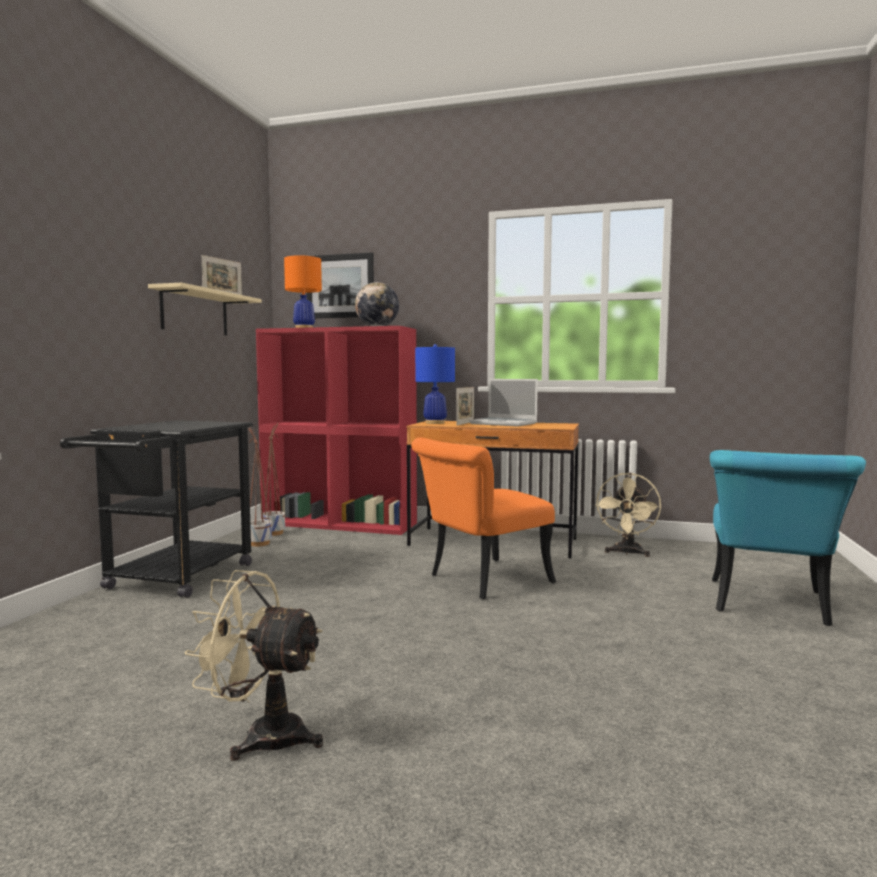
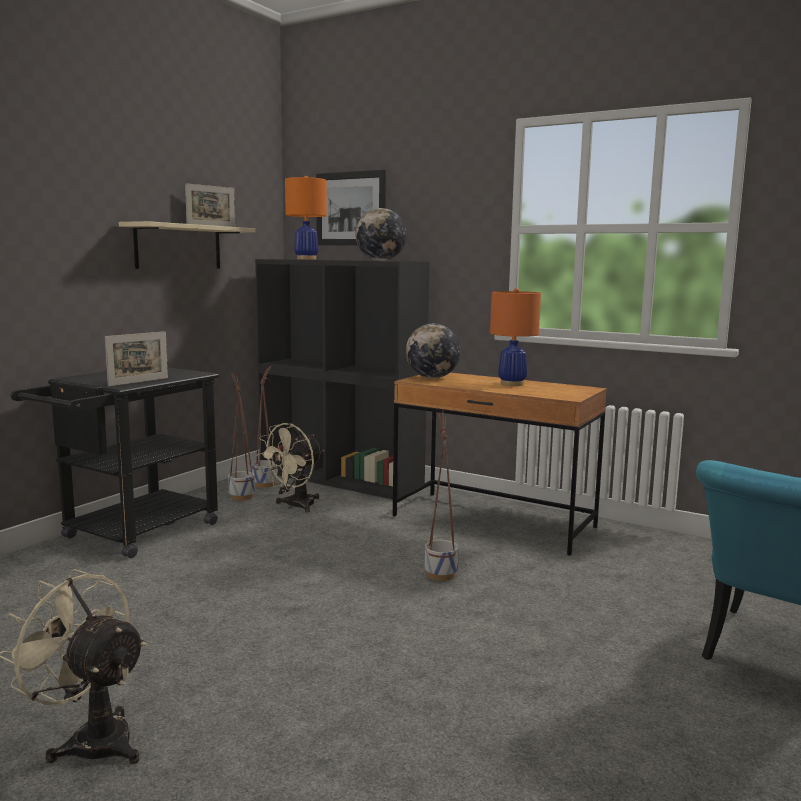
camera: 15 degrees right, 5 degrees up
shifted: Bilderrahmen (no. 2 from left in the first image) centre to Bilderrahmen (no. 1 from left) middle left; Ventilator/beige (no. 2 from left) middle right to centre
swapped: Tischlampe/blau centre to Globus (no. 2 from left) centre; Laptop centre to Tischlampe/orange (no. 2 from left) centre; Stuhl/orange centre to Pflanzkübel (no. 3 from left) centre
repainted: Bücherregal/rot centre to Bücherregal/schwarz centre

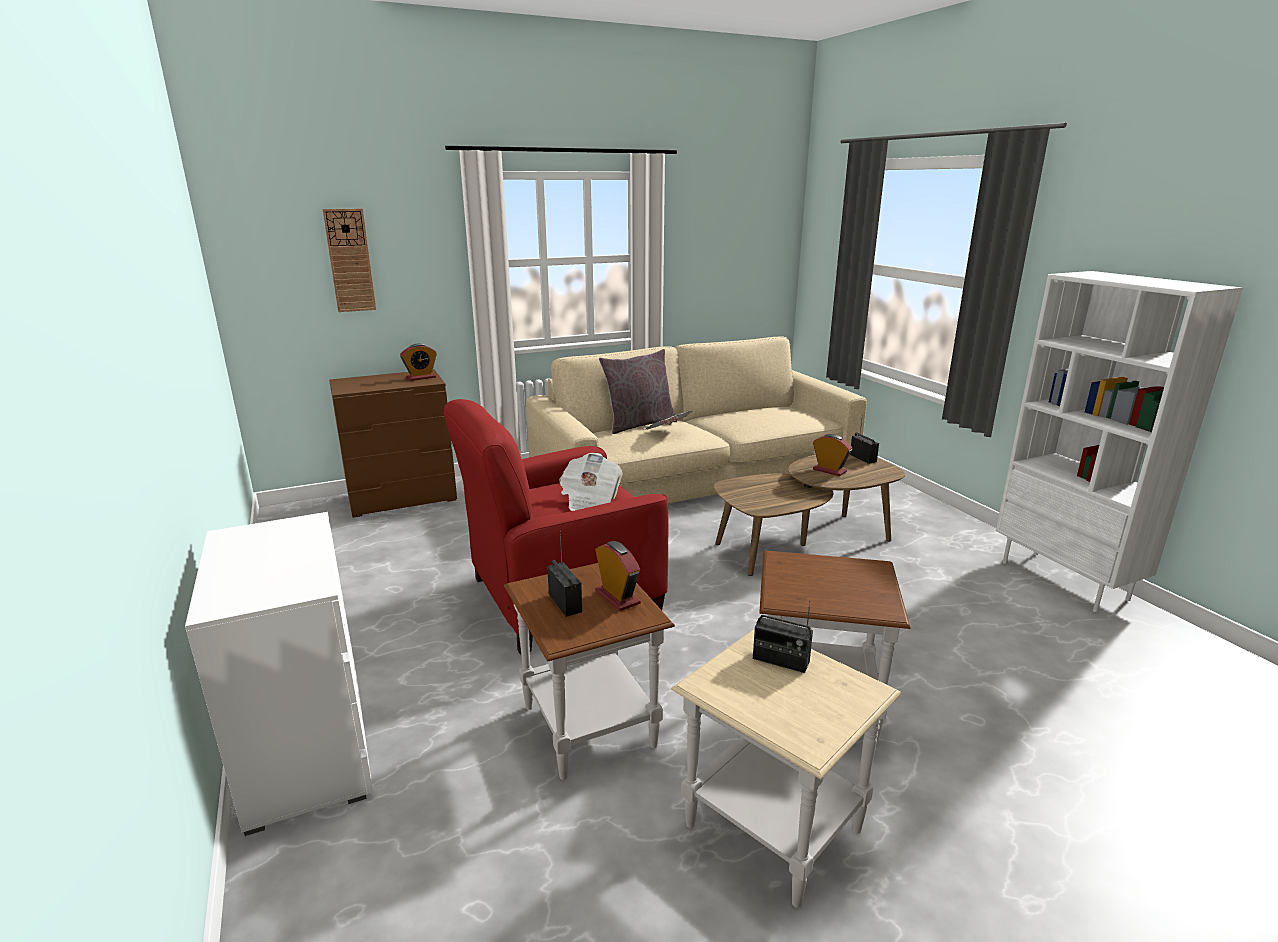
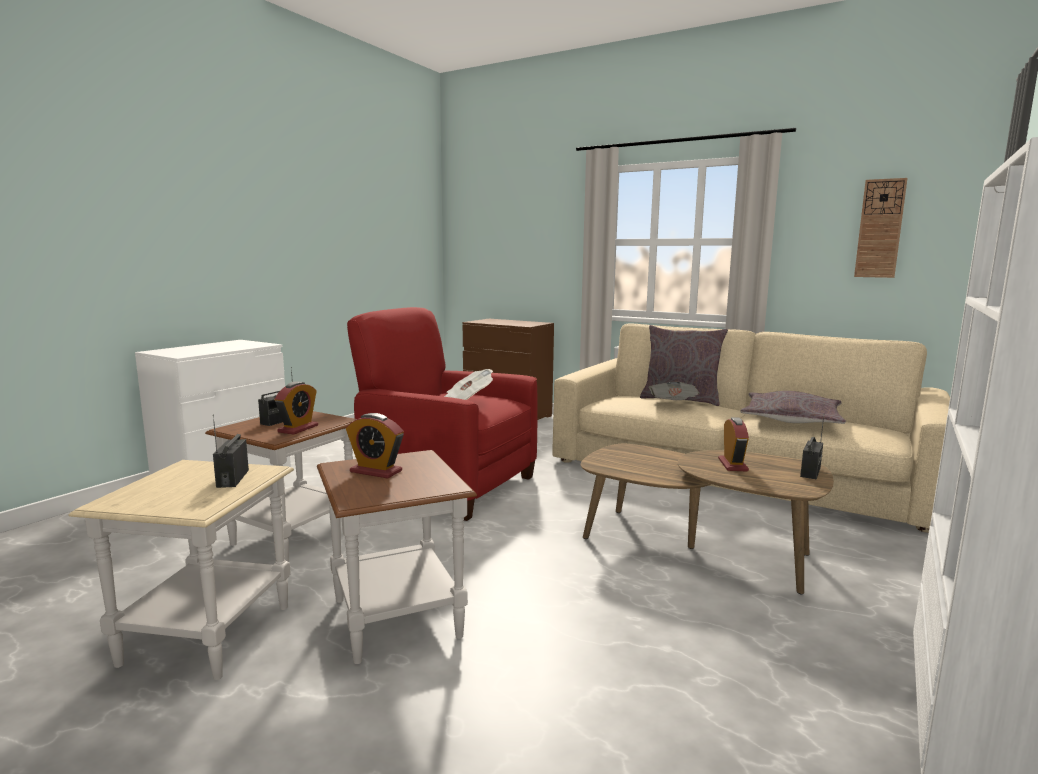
camera: 55 degrees right, 10 degrees down
new: Kissen/grau (no. 2 from left) middle right
shifted: Wanduhr top left to top right; Wecker (no. 1 from left in the first image) middle left to Wecker (no. 2 from left) centre

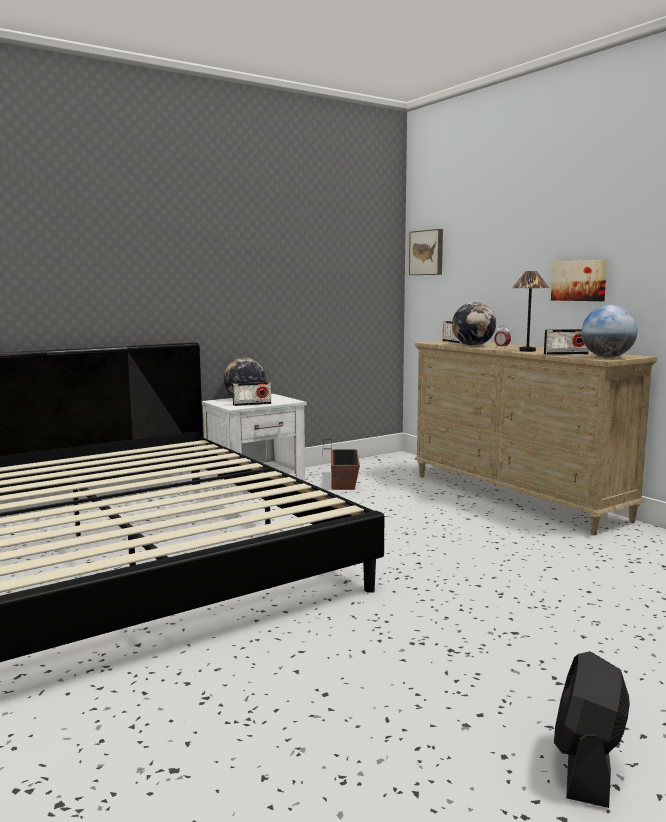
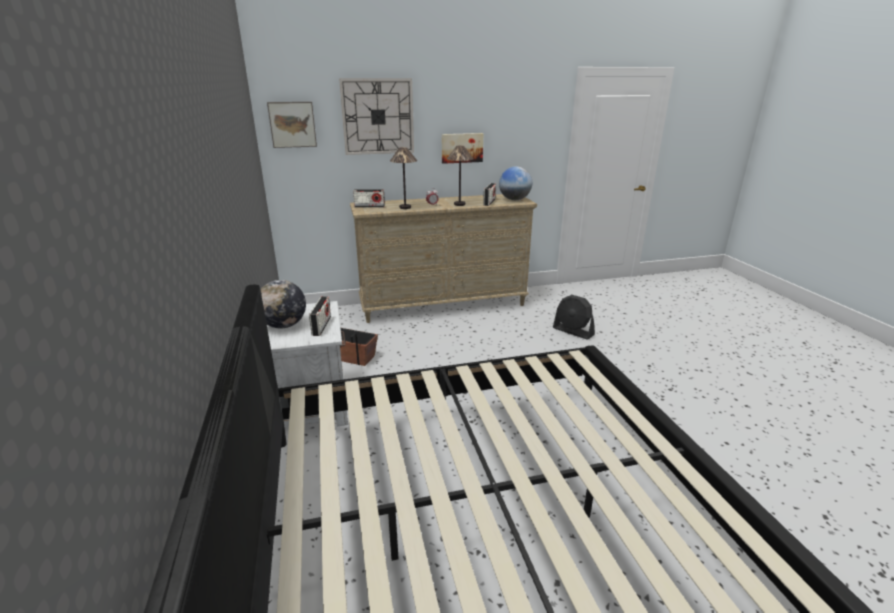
camera: 70 degrees left, 15 degrees up
new: Wanduhr top centre
shifted: Ventilator/schwarz bottom right to centre
swapped: Globus (no. 2 from left) middle right to Tischlampe (no. 1 from left) top centre

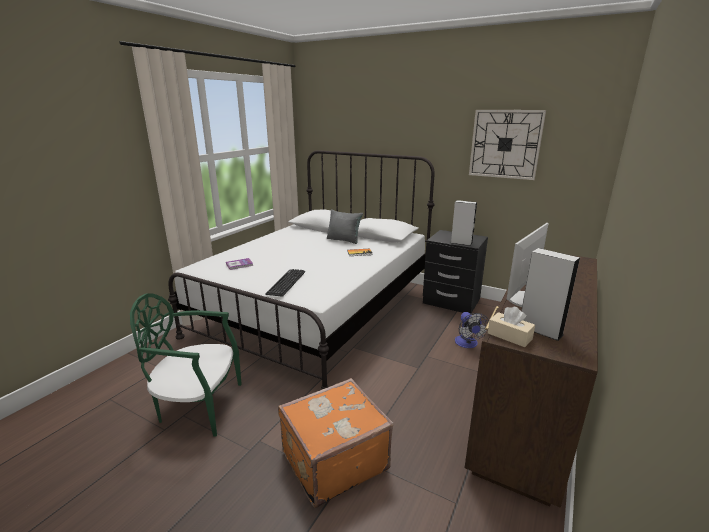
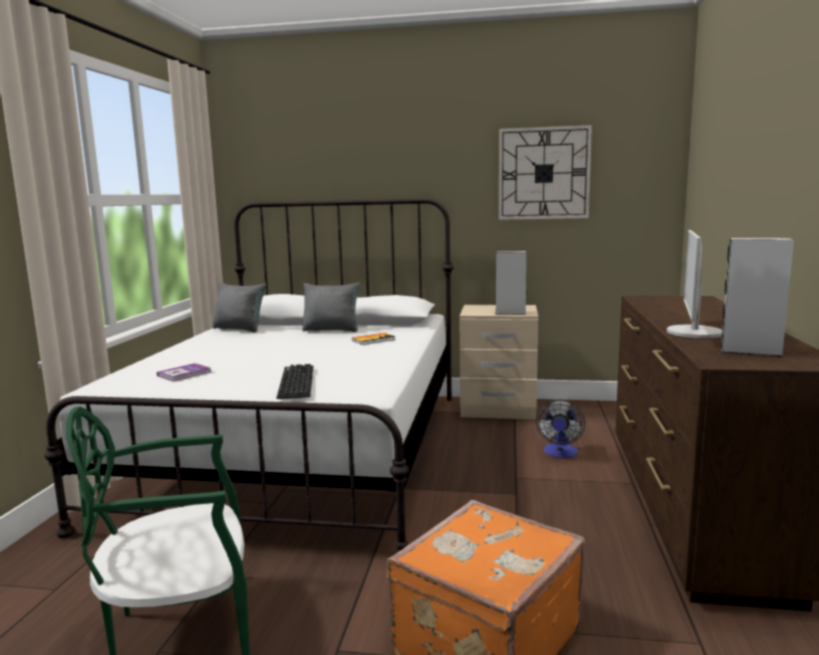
camera: 20 degrees left, 10 degrees down
gone: Taschentuchbox/beige middle right
new: Kissen/grau (no. 1 from left) middle left
repainted: Nachttisch/schwarz centre to Nachttisch/beige centre
rotated: Ventilator centre = middle right 45 degrees clockwise

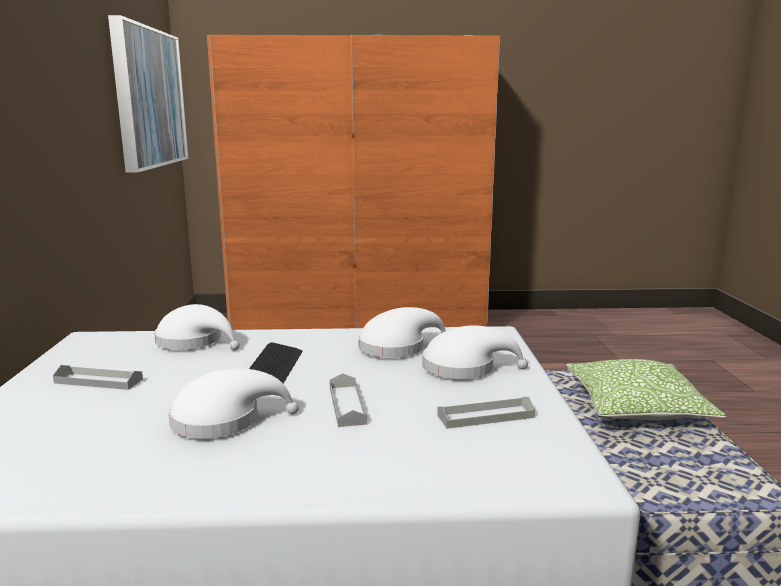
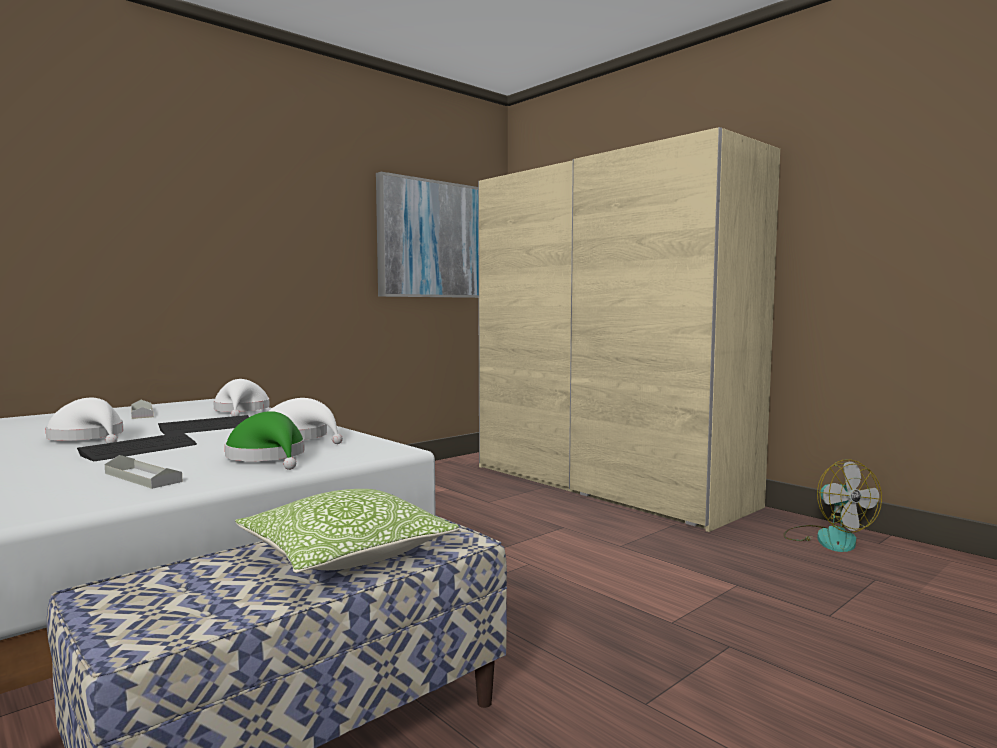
camera: 50 degrees right, 10 degrees down
new: Ventilator bottom right
swapped: Tablett/grau (no. 2 from left) bottom centre to Tastatur (no. 1 from left) middle left
repainted: Kleiderschrank/orange top centre to Kleiderschrank/beige centre; Hut/weiß (no. 4 from left) centre to Hut/grün middle left

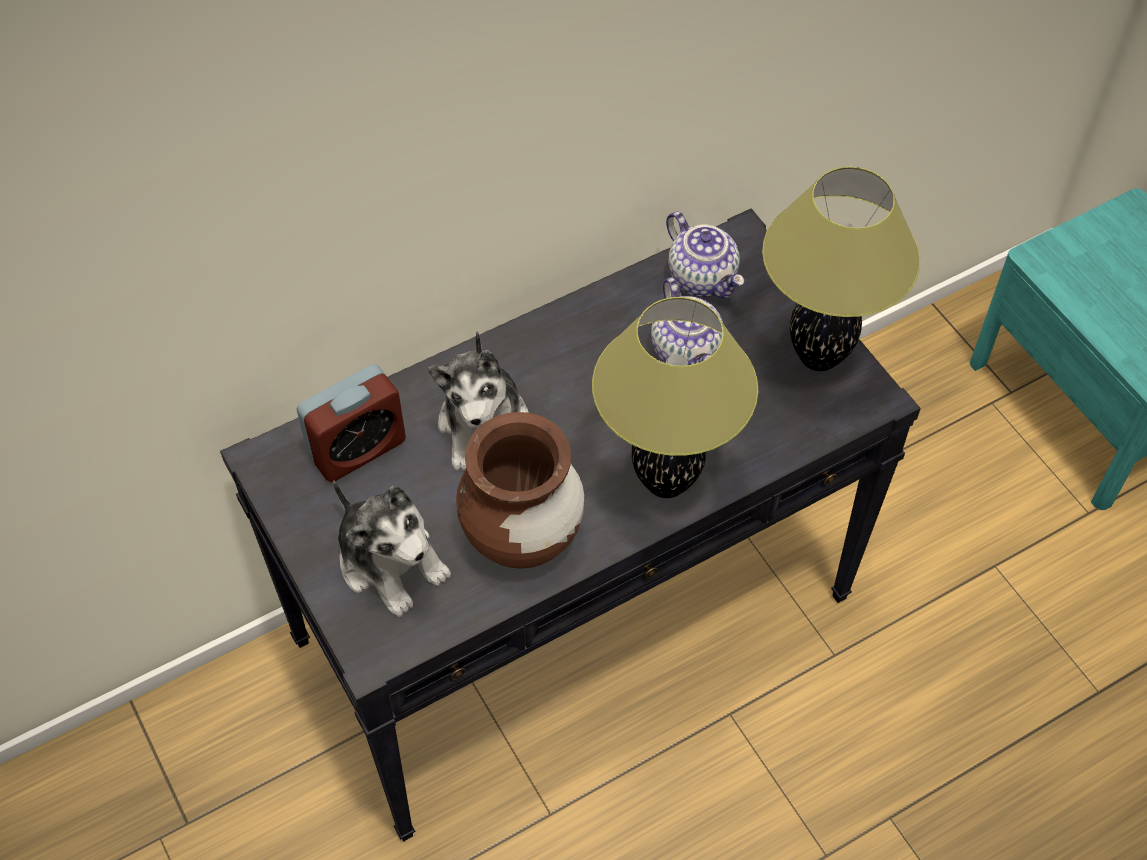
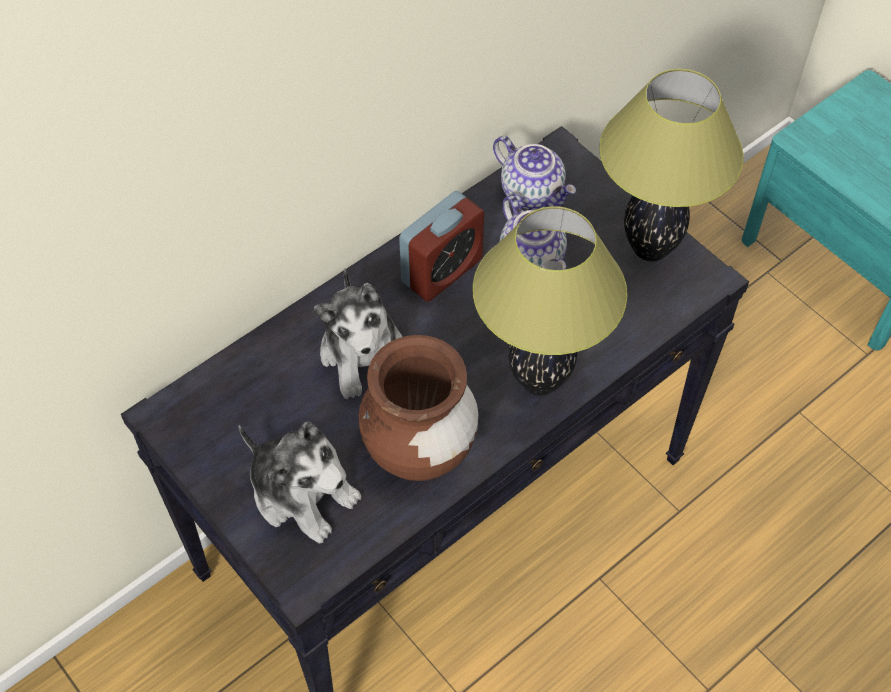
camera: 10 degrees left, 0 degrees up
shifted: Wecker middle left to centre

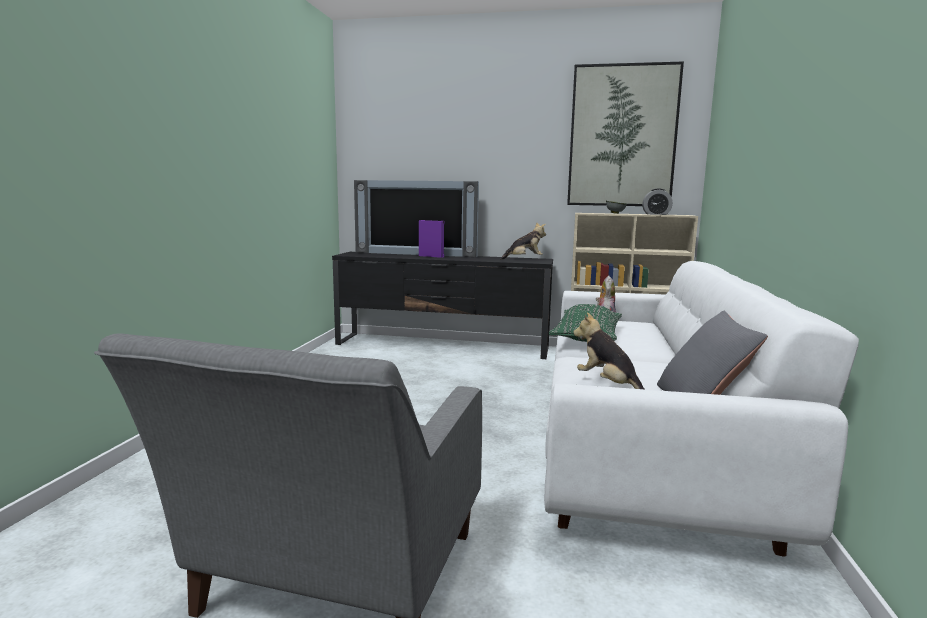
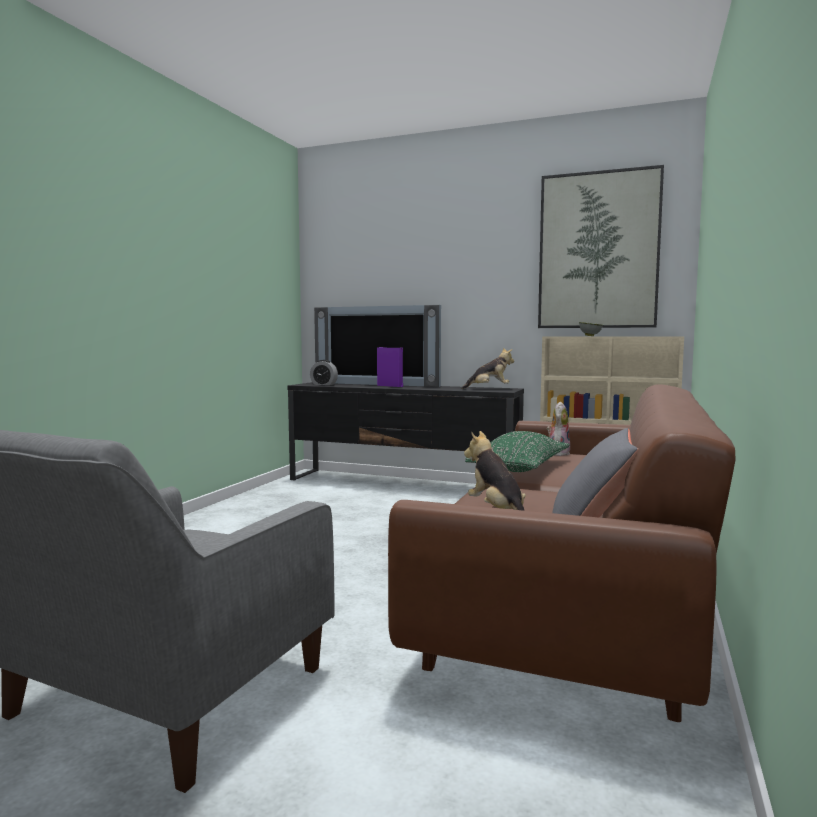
camera: 10 degrees right, 5 degrees down
shifted: Wecker top right to centre
repainted: Sofa/weiß middle right to Sofa/braun bottom right

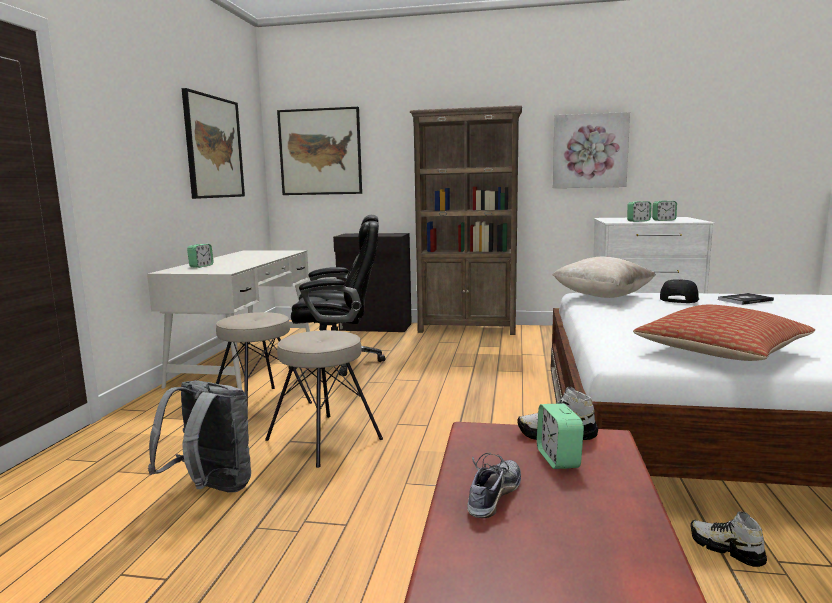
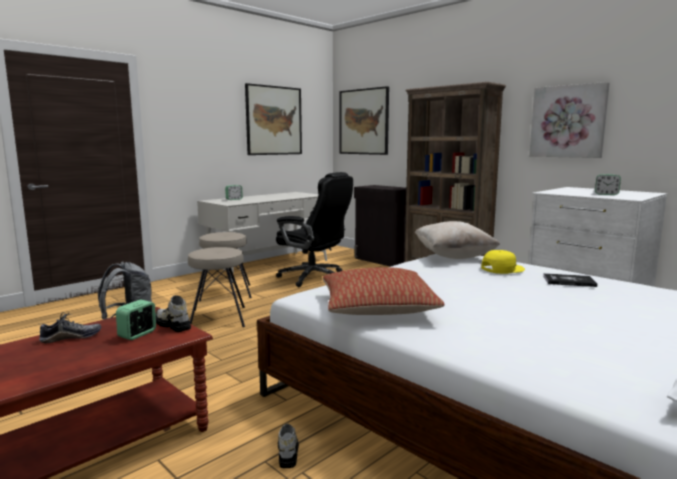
camera: 35 degrees right, 0 degrees up
gone: Wecker (no. 3 from left) middle right
repainted: Kappe/schwarz middle right to Kappe/gelb middle right

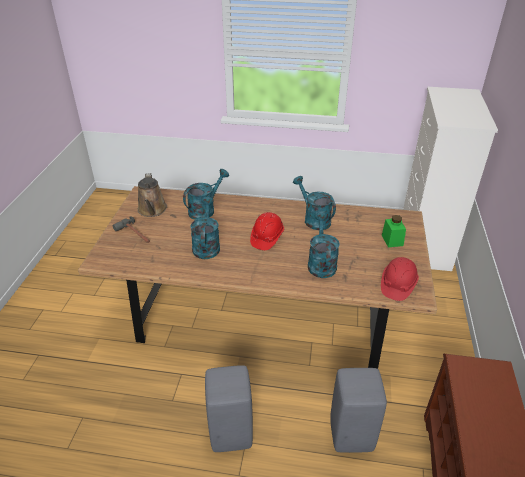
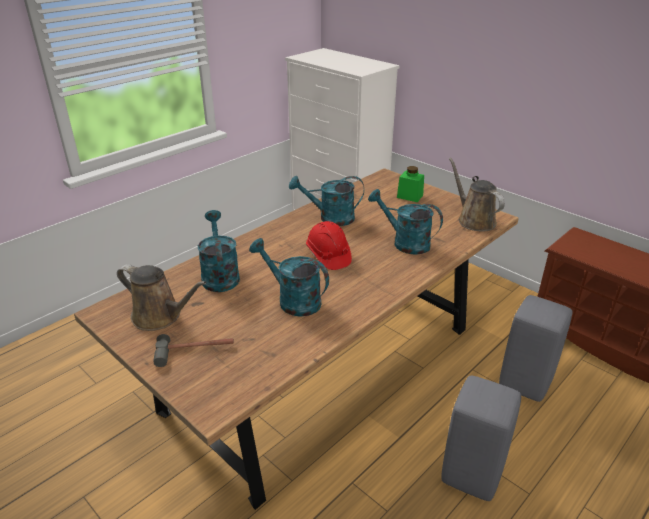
camera: 55 degrees left, 5 degrees down
swapped: Schutzhelm/rot (no. 2 from left) middle right to Gießkanne/braun (no. 2 from left) middle right

